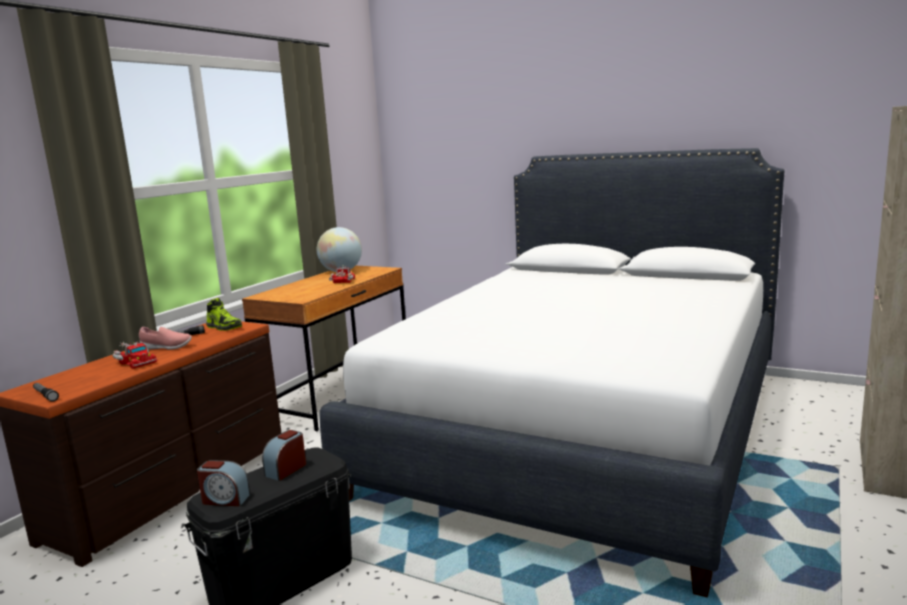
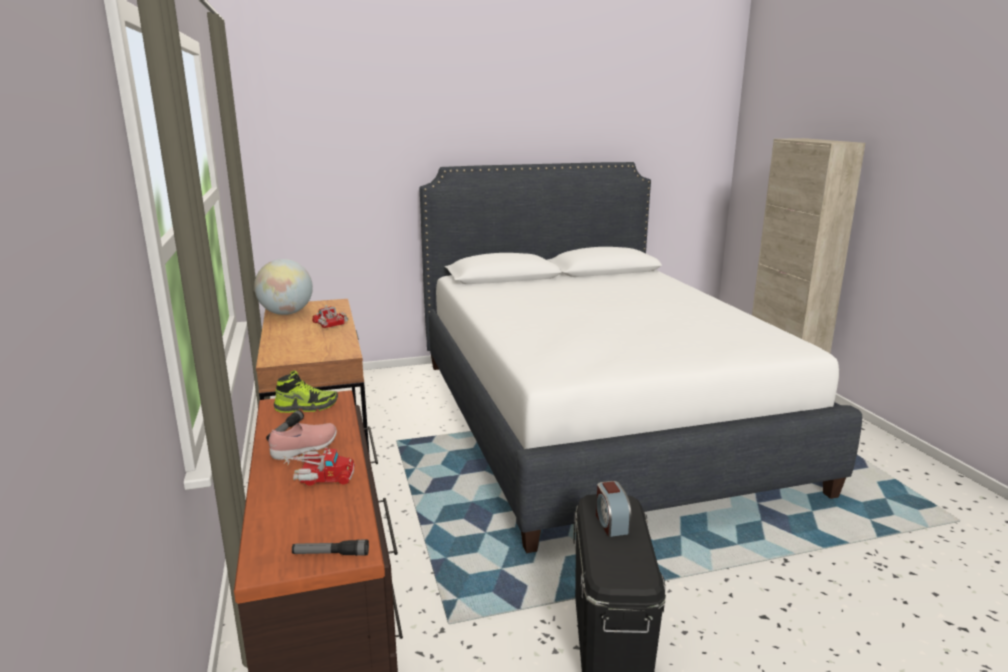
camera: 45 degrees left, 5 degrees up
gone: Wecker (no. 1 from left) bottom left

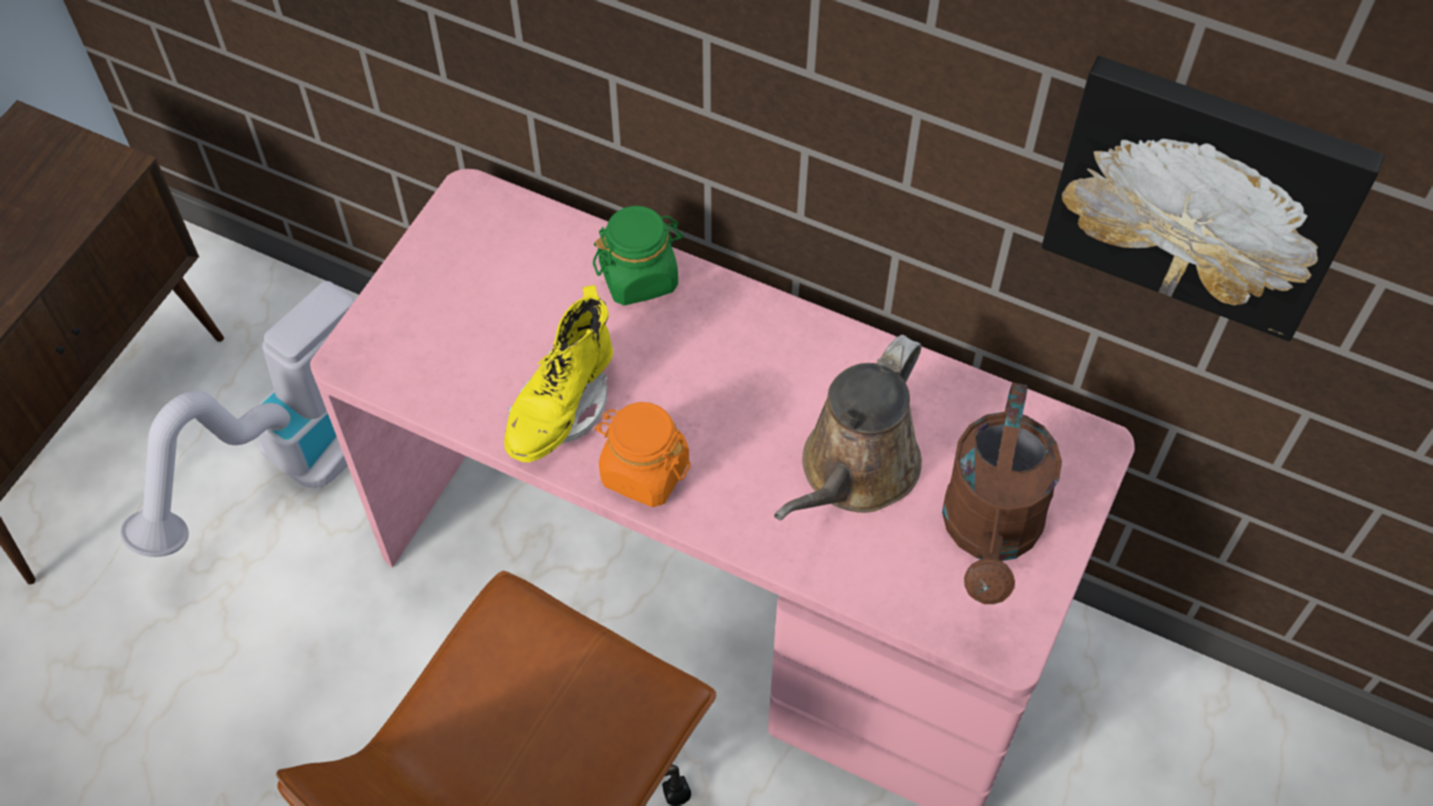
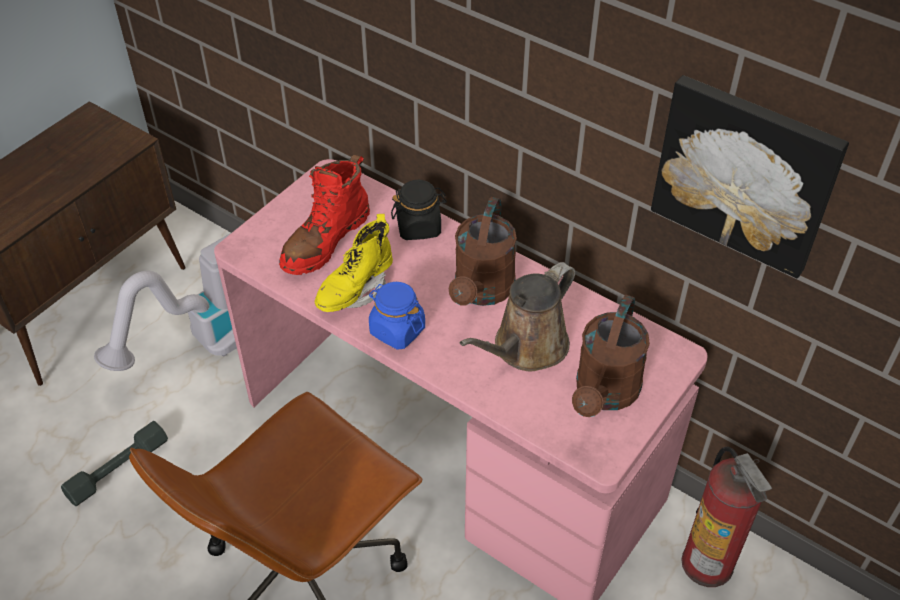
camera: 10 degrees right, 10 degrees down
new: Stiefel/rot centre; Gießkanne/braun (no. 1 from left) centre; Hantel/grau bottom left; Feuerlöscher bottom right
repainted: Vorratsglas/grün top centre to Vorratsglas/schwarz centre; Vorratsglas/orange centre to Vorratsglas/blau centre

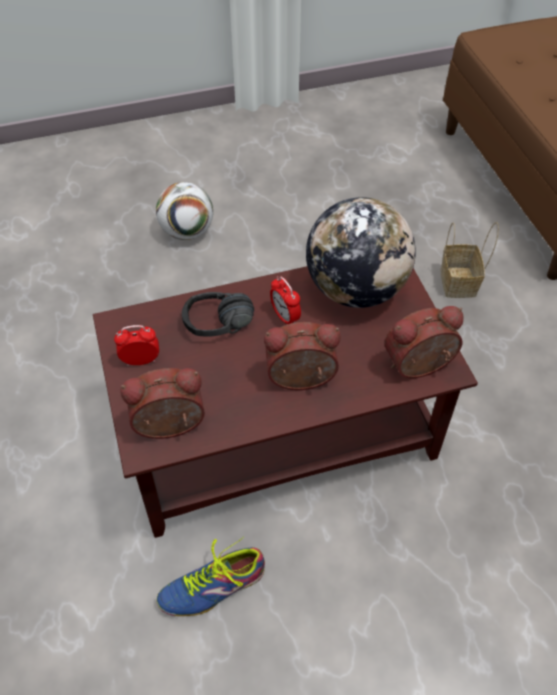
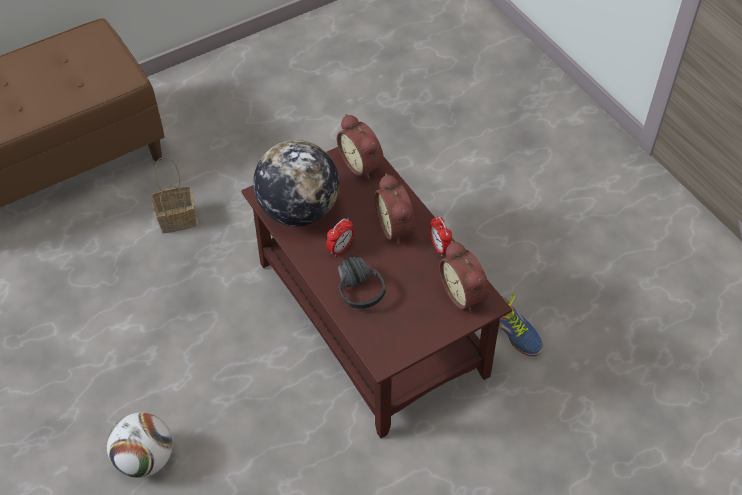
camera: 105 degrees left, 0 degrees up
shifted: Wecker (no. 1 from left in the first image) middle left to Wecker (no. 4 from left) centre

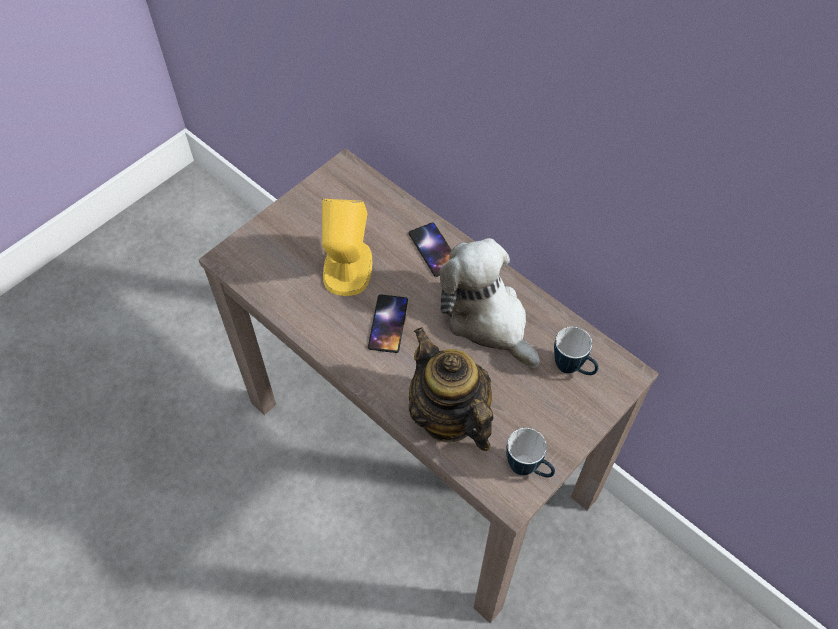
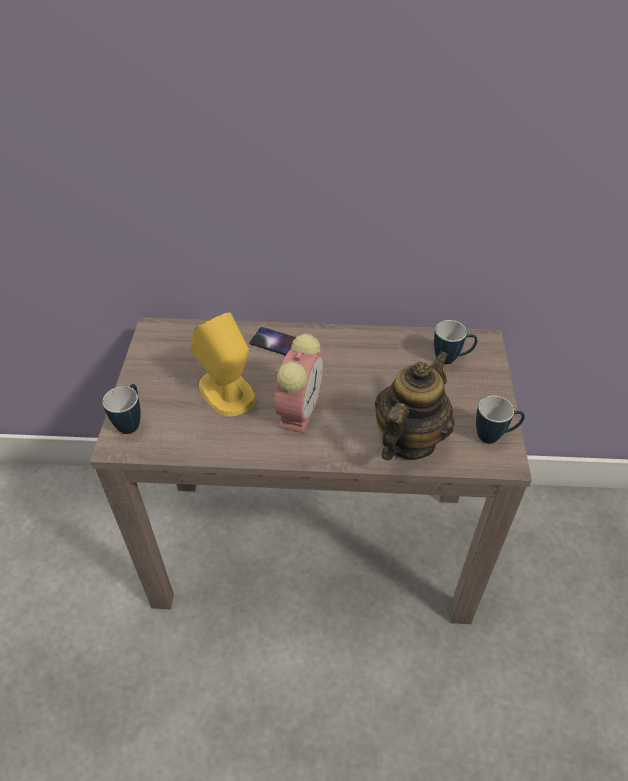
camera: 40 degrees left, 10 degrees down
gone: Plüschtier centre
new: Henkelbecher (no. 1 from left) middle left
swapped: Handy (no. 1 from left) centre to Wecker centre
rotated: Teekanne centre = centre 105 degrees clockwise

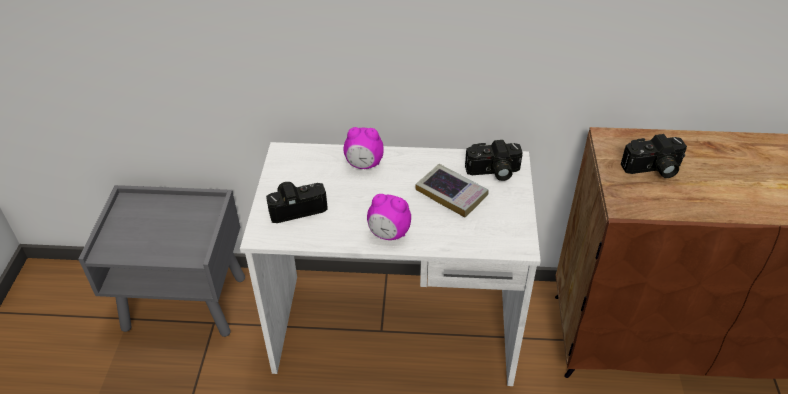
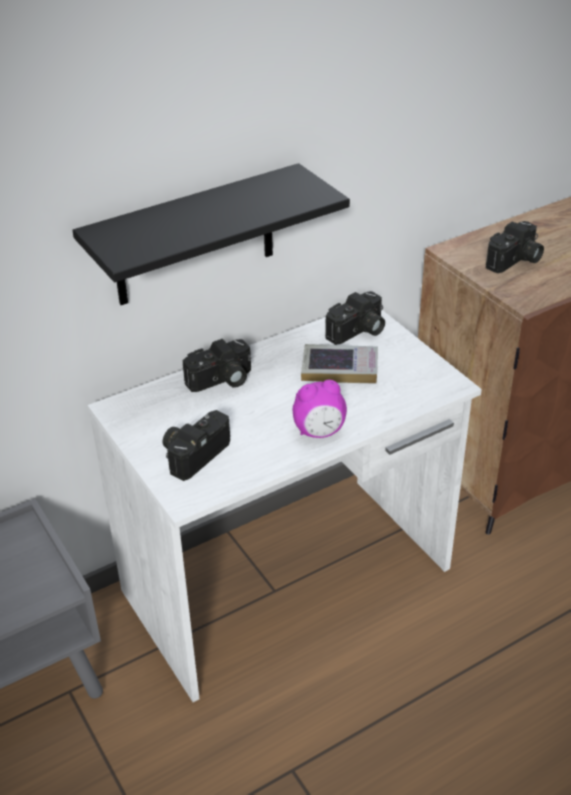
camera: 35 degrees left, 5 degrees down
new: Wandregal/schwarz top centre
swapped: Wecker (no. 1 from left) centre to Kamera (no. 2 from left) centre

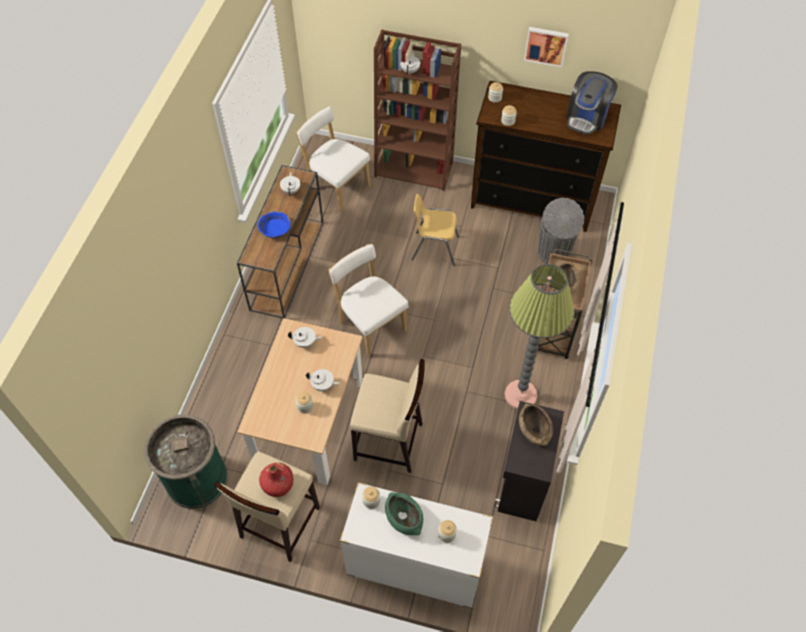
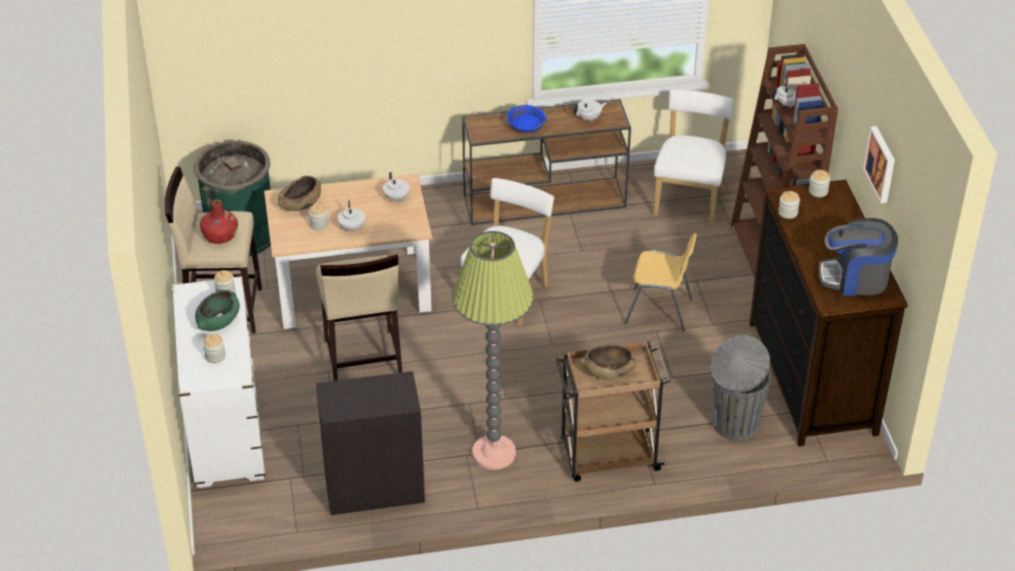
camera: 65 degrees right, 15 degrees down
shifted: Schüssel/braun (no. 1 from left) bottom centre to middle left
rotated: Stuhl/gelb centre = centre 120 degrees clockwise

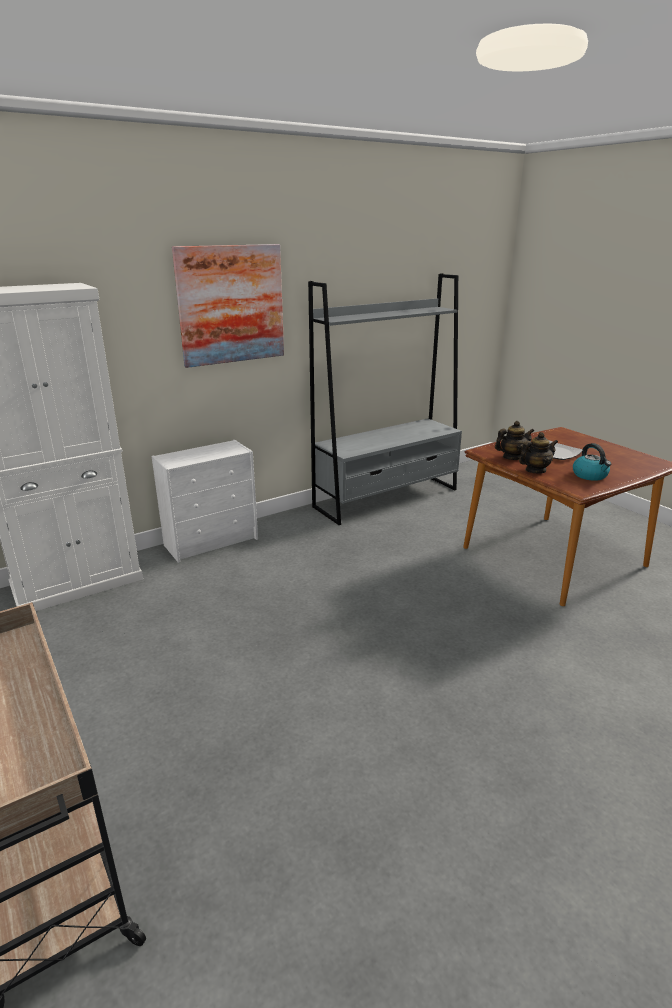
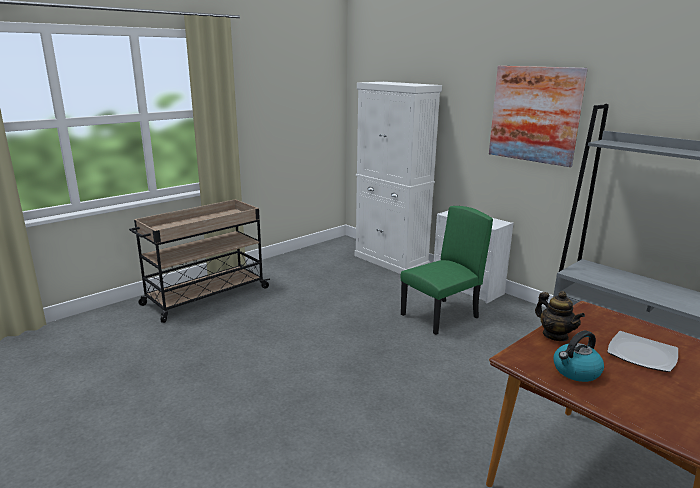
camera: 80 degrees right, 5 degrees down
gone: Teekanne (no. 1 from left) middle right
new: Stuhl/grün centre

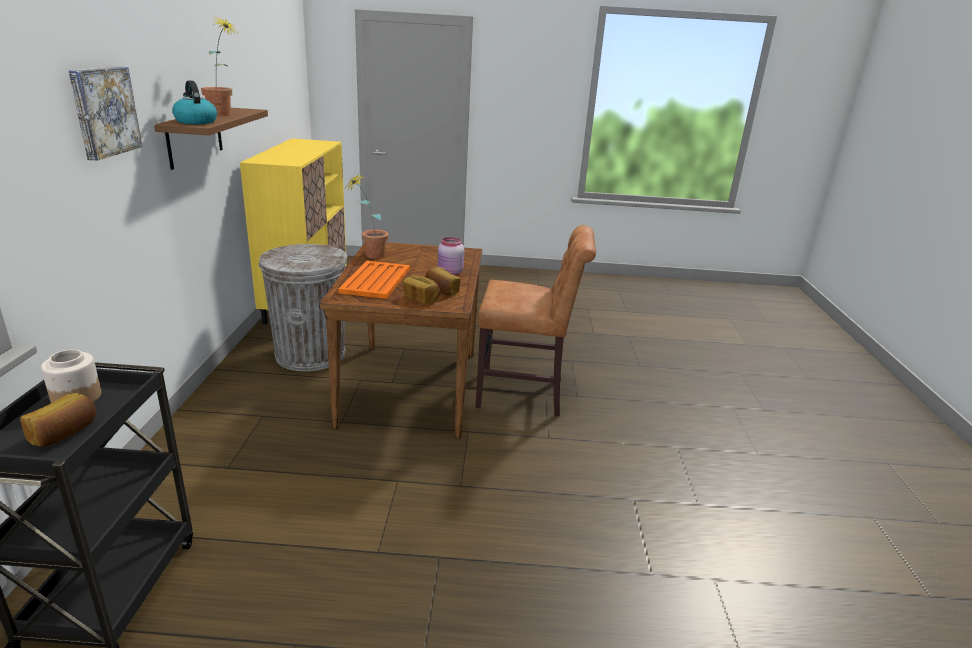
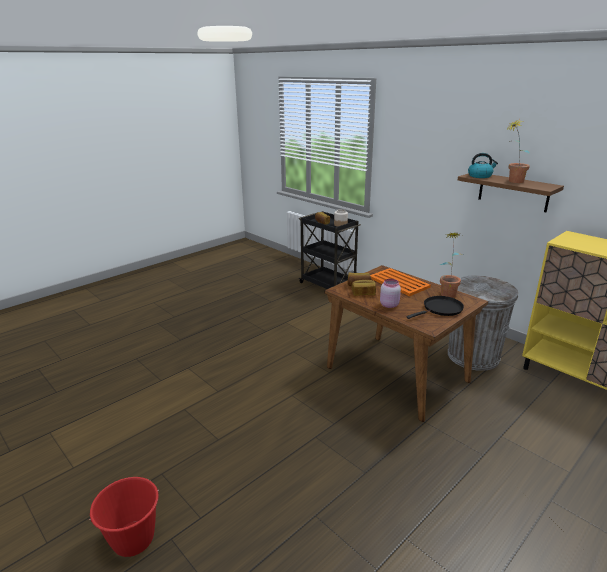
camera: 135 degrees right, 0 degrees up
gone: Bild top left; Stuhl/braun centre
new: Pfanne/schwarz middle right; Eimer/rot bottom left

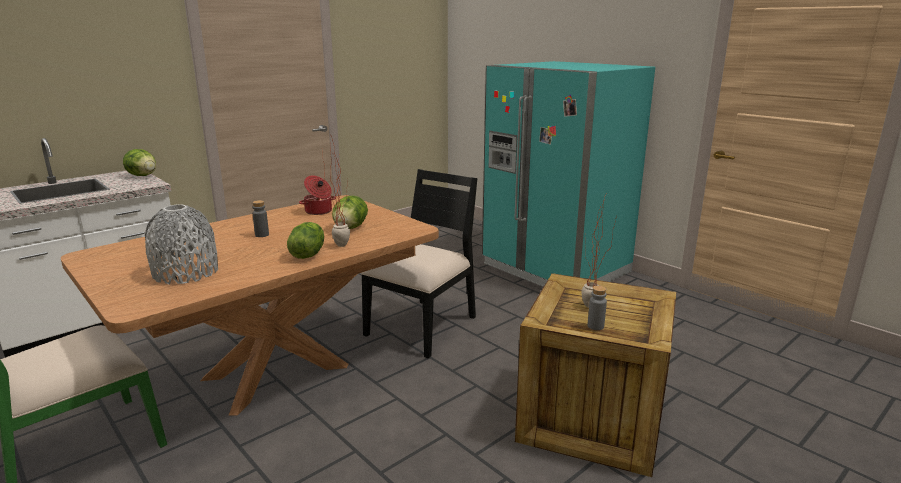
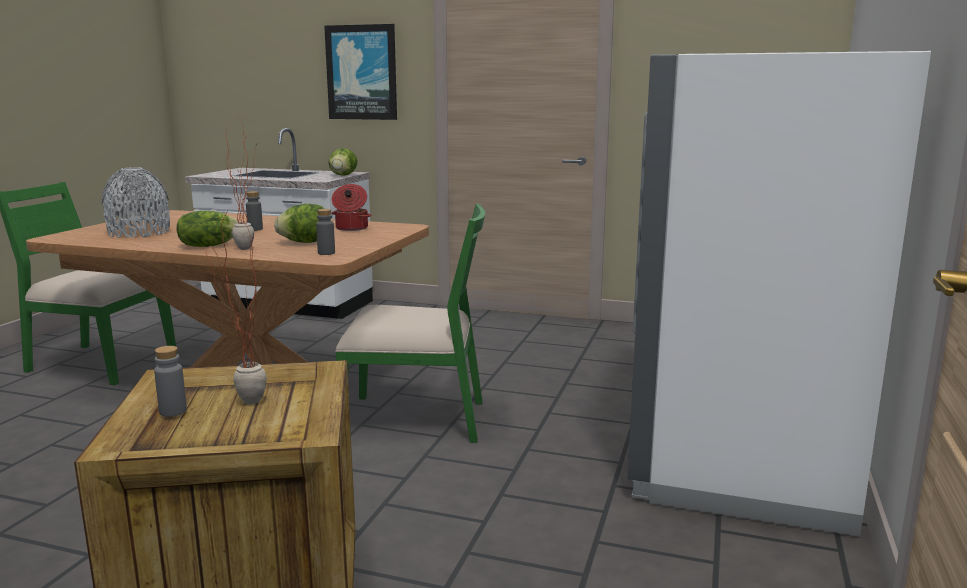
camera: 60 degrees right, 5 degrees down
new: Bild top centre; Flasche/grau (no. 3 from left) centre
repainted: Kühlschrank/türkis centre to Kühlschrank/weiß middle right; Stuhl/schwarz centre to Stuhl/grün (no. 2 from left) centre

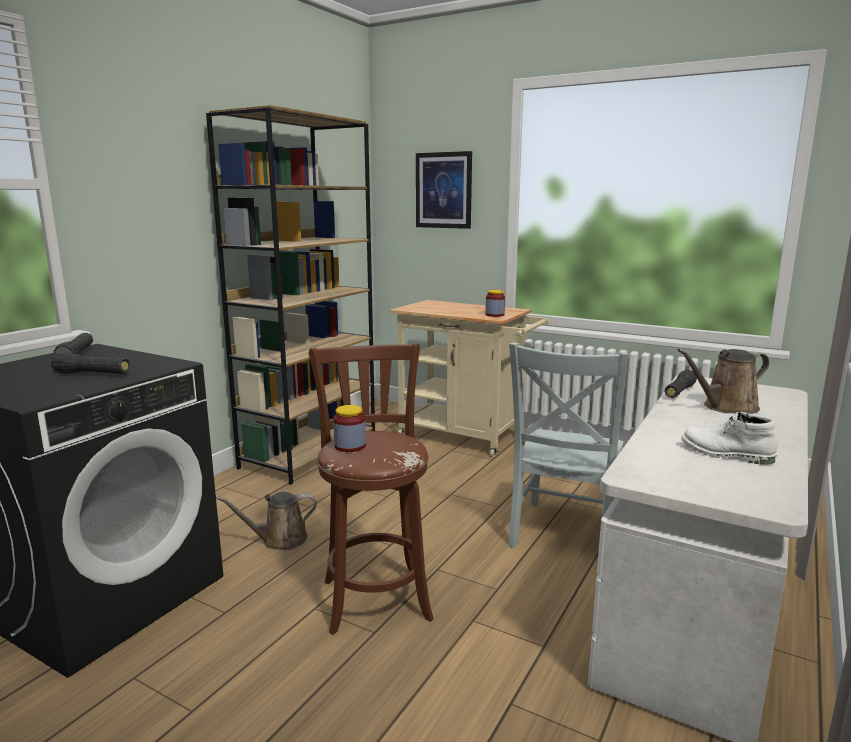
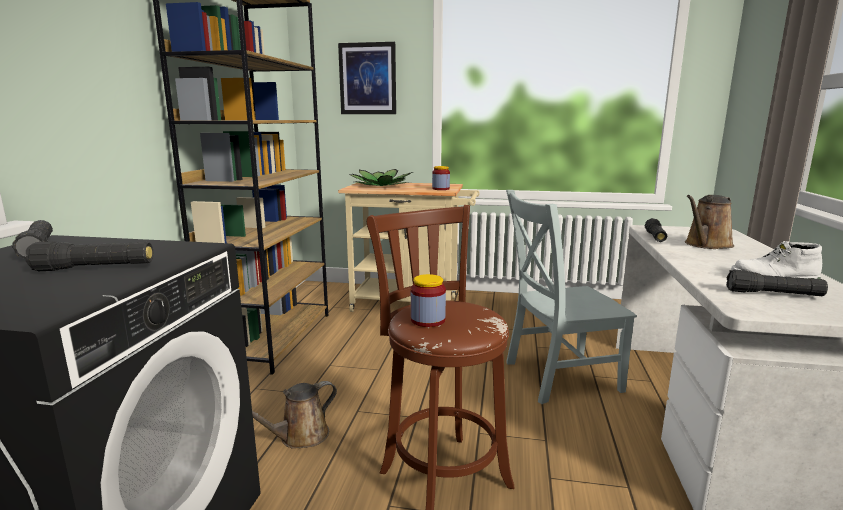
camera: 20 degrees left, 0 degrees up
new: Topfpflanze centre; Taschenlampe/schwarz (no. 4 from left) middle right
rotated: Stuhl/grau middle right = middle right 75 degrees clockwise

